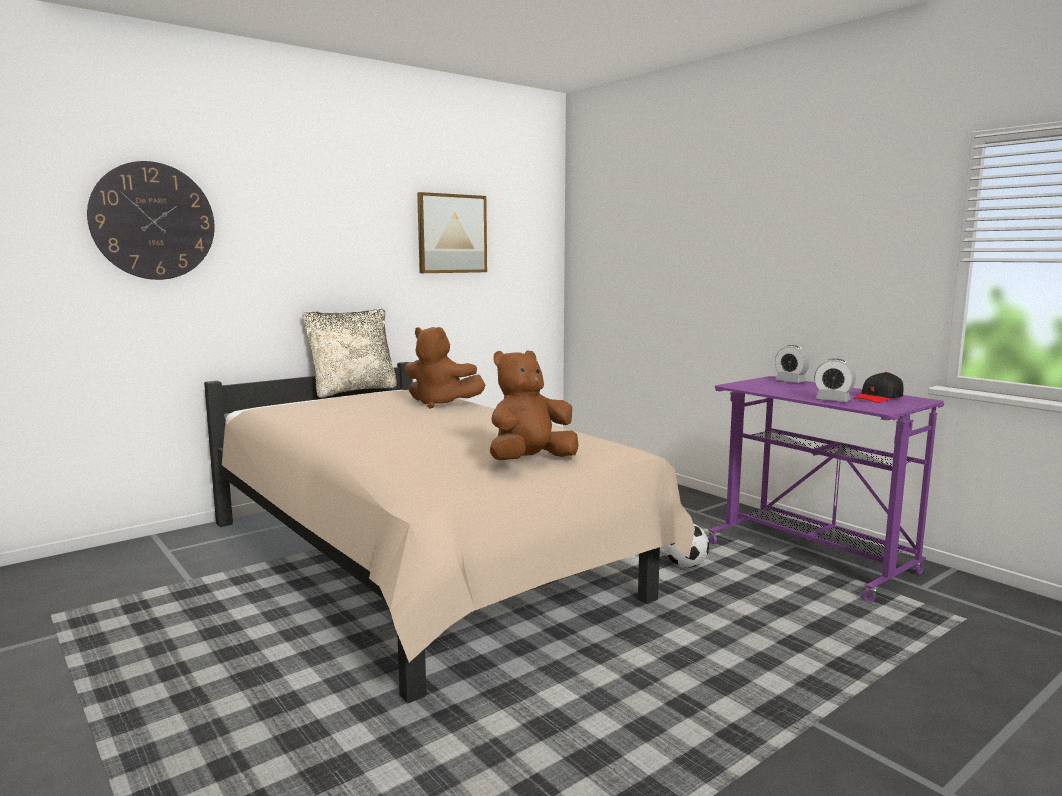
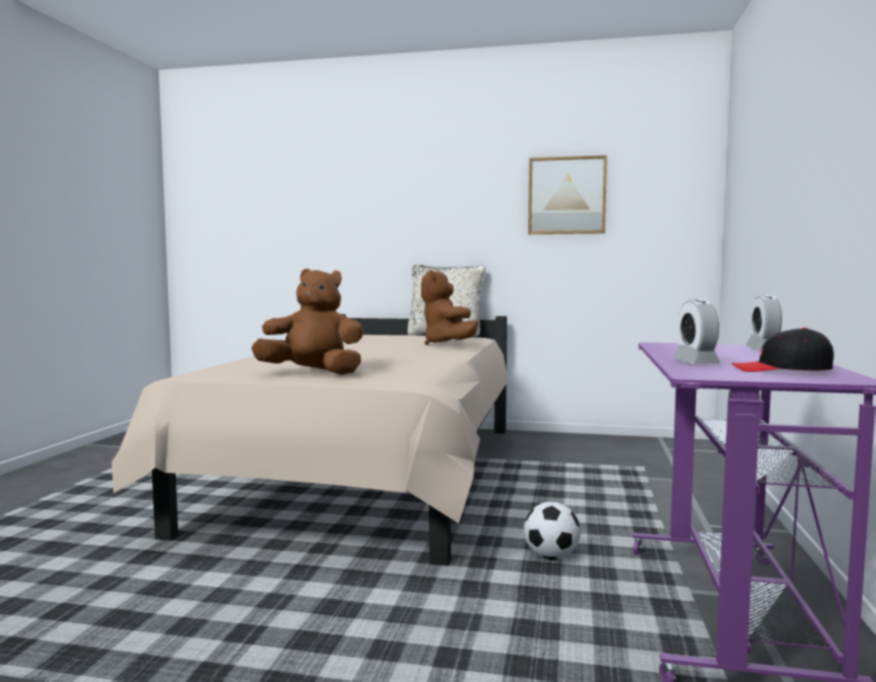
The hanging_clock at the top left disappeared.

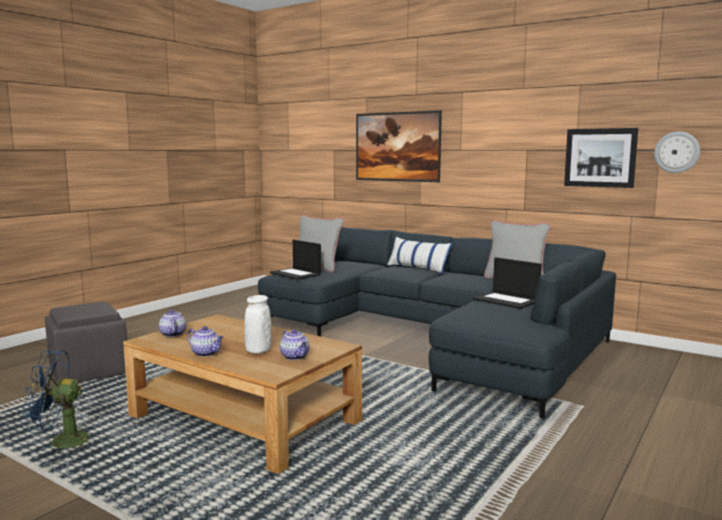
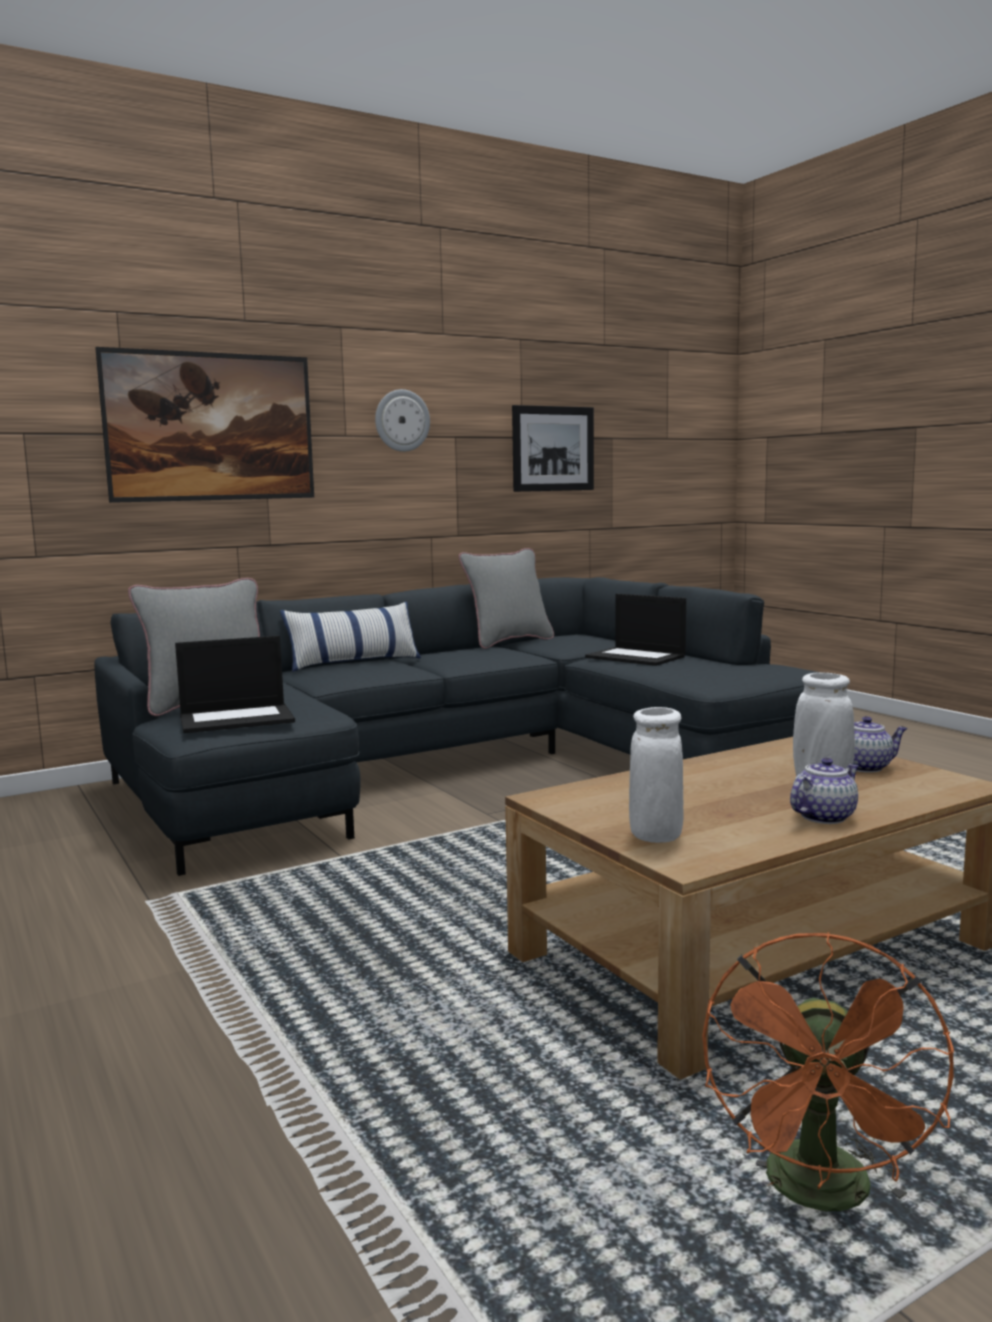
The hanging_clock moved from the top right to the top centre. The portable_computer (no. 2 from left) at the middle right turned 60 degrees clockwise. The gray_footrest at the middle left disappeared. The teapot (no. 1 from left) at the middle left was replaced by the white-coloured_vase (no. 1 from left) at the centre. The blue_electric_fan at the bottom left became the orangey_electric_fan at the bottom right.

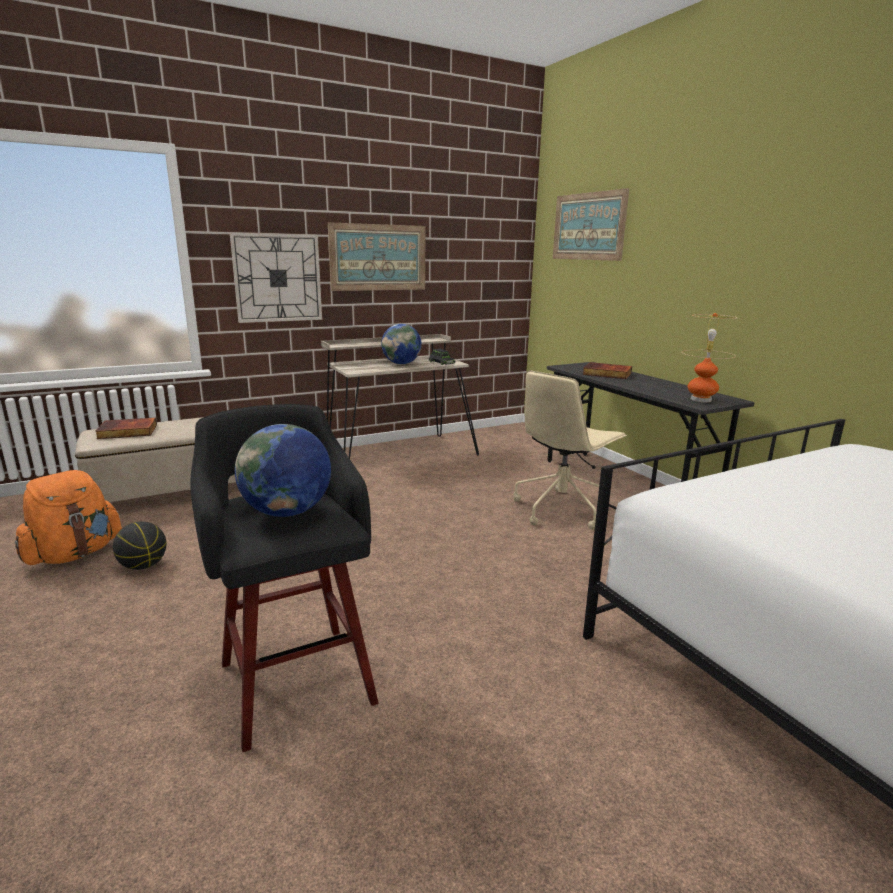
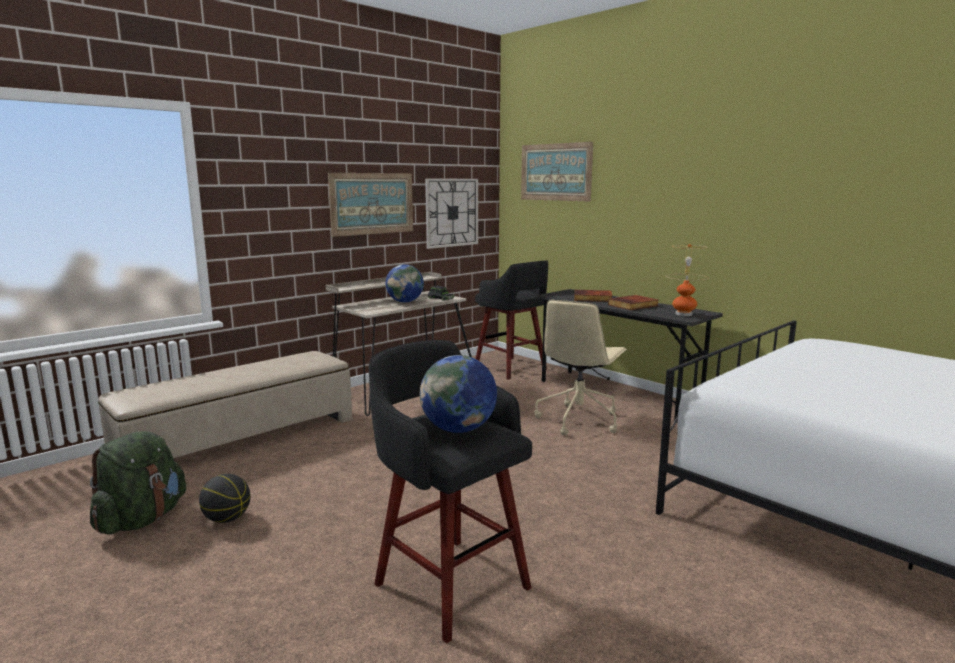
The hanging_clock moved from the top left to the top centre. The bound_book (no. 1 from left in the first image) moved from the middle left to the centre. The orangey_backpack at the middle left became the greenish_backpack at the bottom left. The black-coloured_stool (no. 2 from left) at the centre appeared.

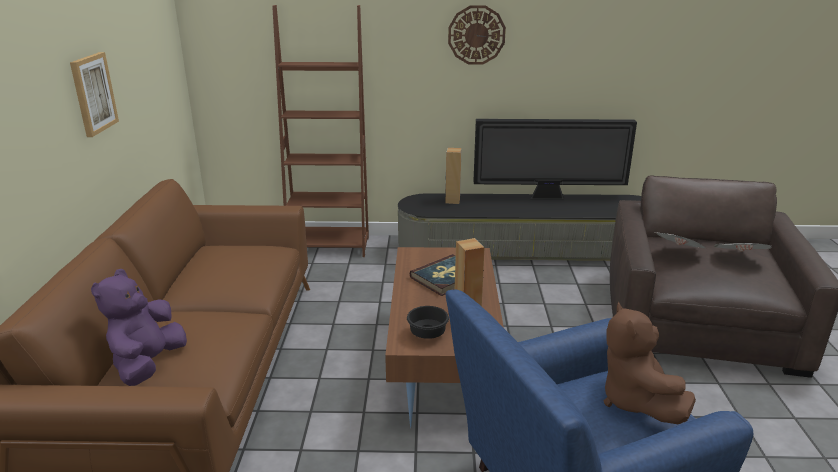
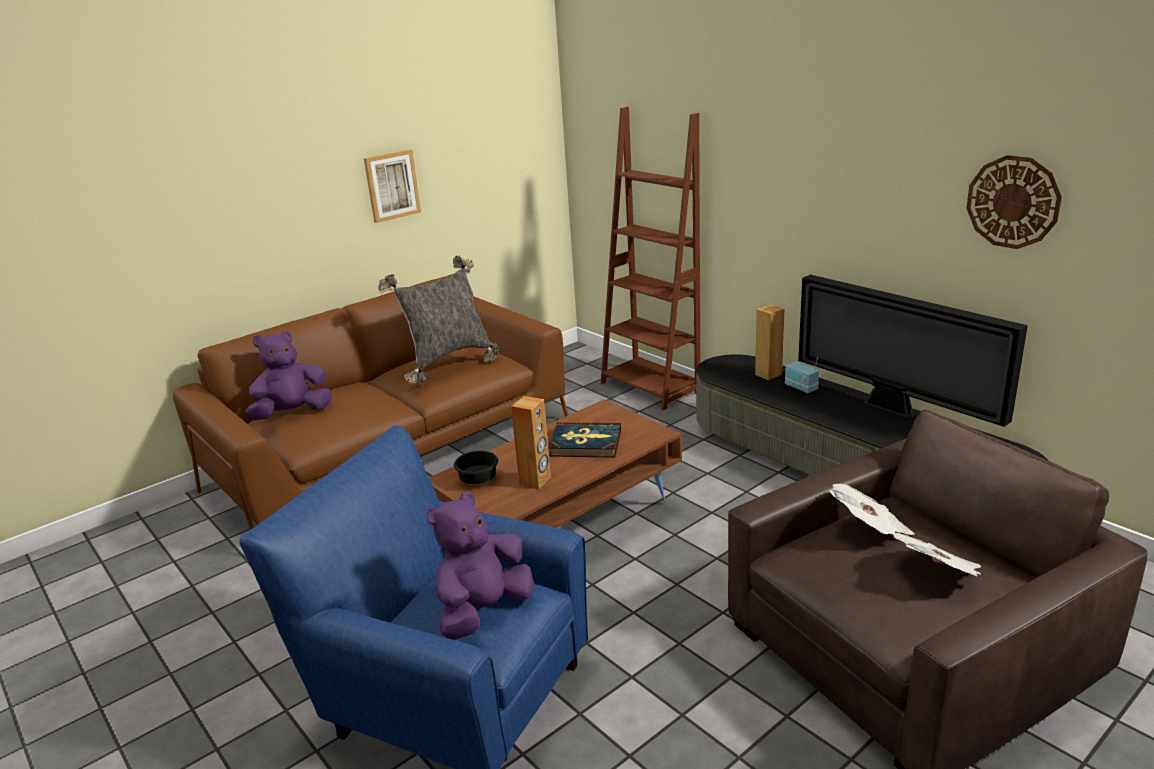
The hanging_clock moved from the top centre to the top right. The brownish_cuddly_toy at the bottom right became the purple-coloured_cuddly_toy (no. 2 from left) at the bottom centre. The pillow at the centre appeared. The radio_receiver at the middle right appeared.

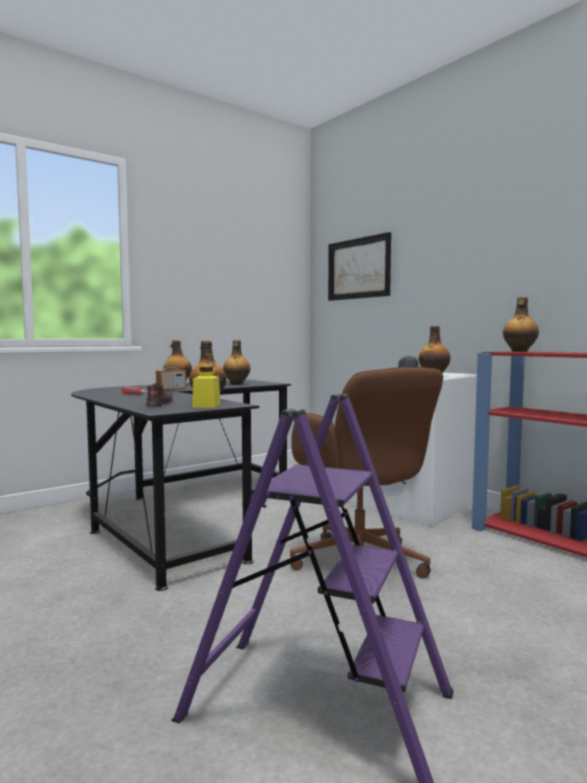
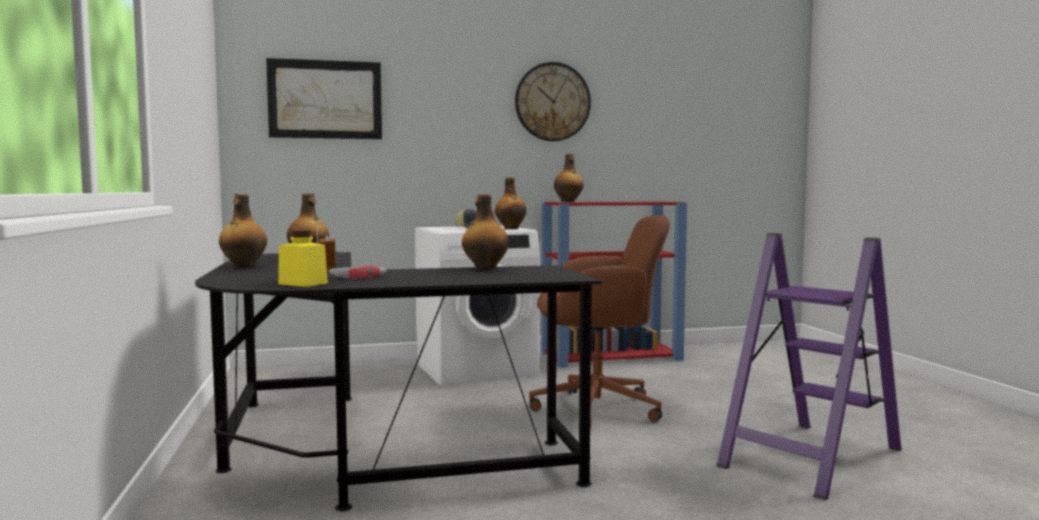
The yellow-coloured_jar moved from the centre to the middle left. The brownish_low_shoe at the middle left disappeared. The hanging_clock at the top centre appeared.

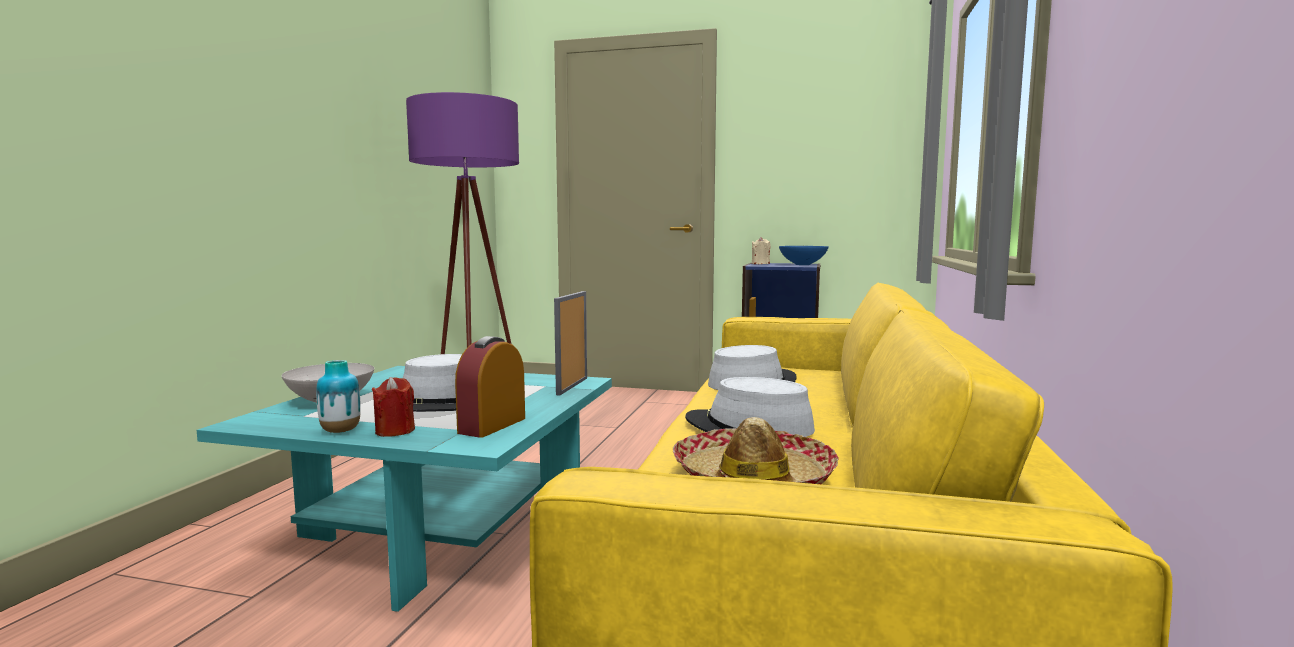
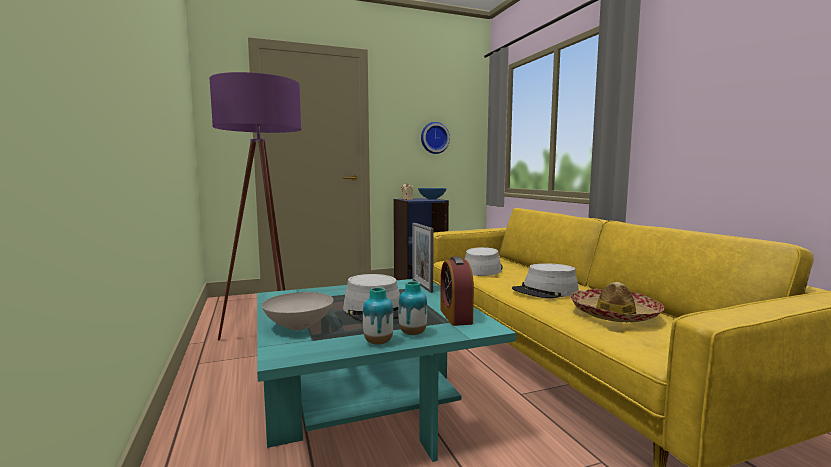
The red_wax_light at the middle left was replaced by the vase (no. 2 from left) at the centre. The hanging_clock at the top centre appeared.

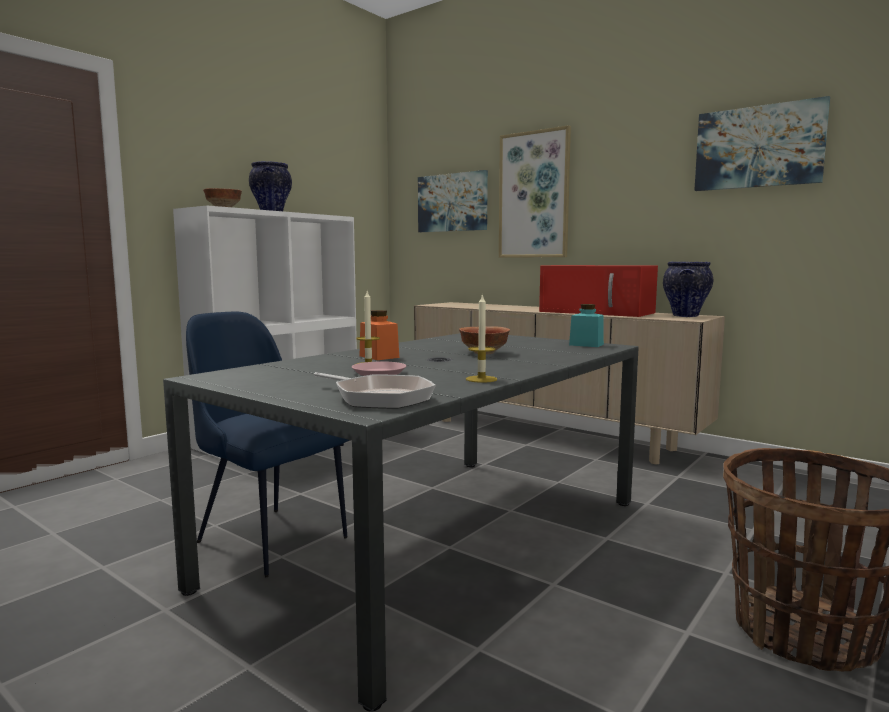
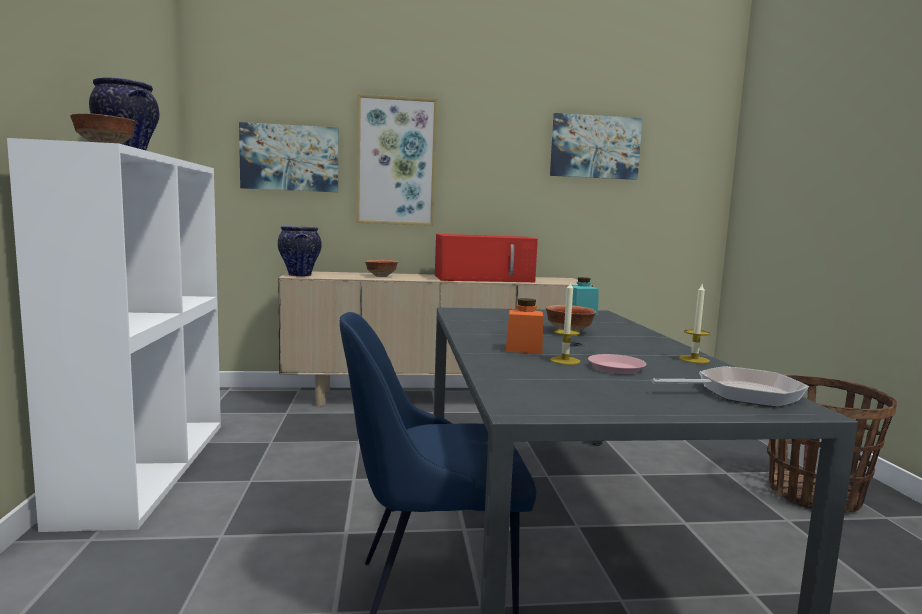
The vase (no. 2 from left) moved from the middle right to the middle left. The serving_bowl (no. 2 from left) at the centre appeared.

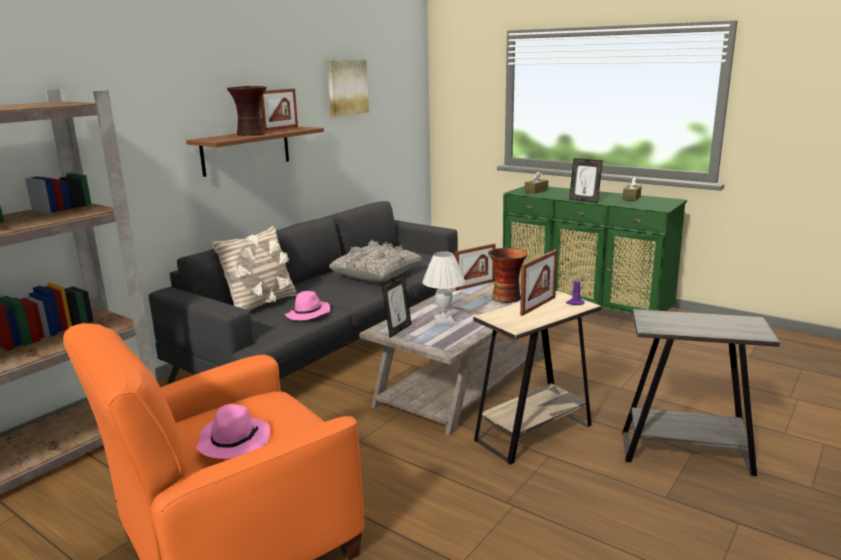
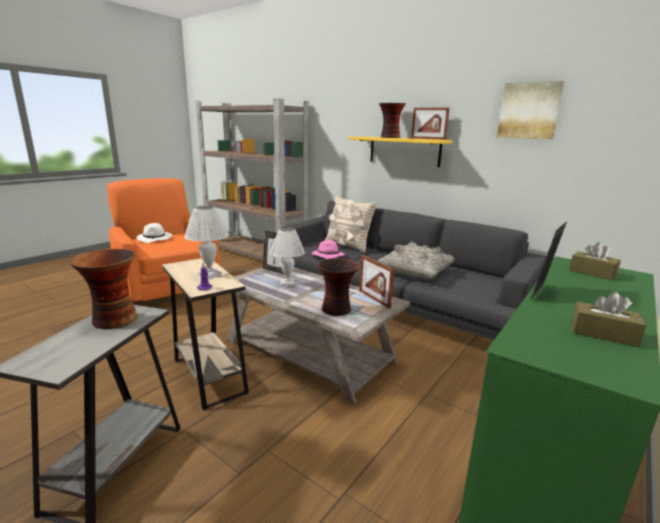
The brownish_wall_shelf at the top left became the yellow-coloured_wall_shelf at the top centre. The standing_frame (no. 4 from left) at the centre was replaced by the white-coloured_tabletop_lamp (no. 1 from left) at the middle left. The pink_hat (no. 1 from left) at the bottom left became the white-coloured_hat at the middle left. The vase (no. 1 from left) at the middle left appeared.

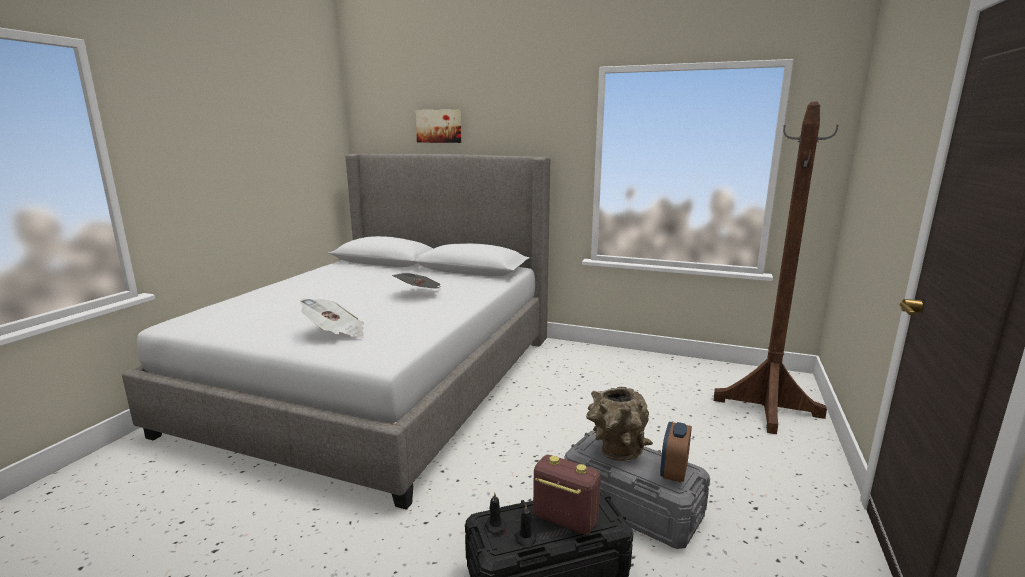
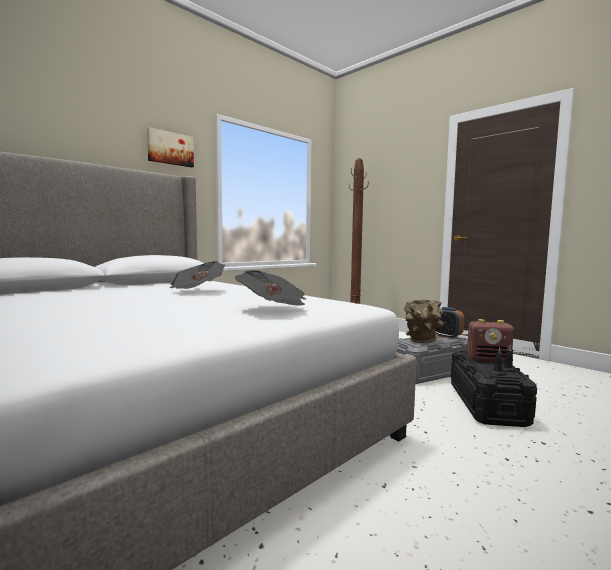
The wall_art moved from the top centre to the top left. The radio_receiver at the bottom centre turned 135 degrees counterclockwise.

